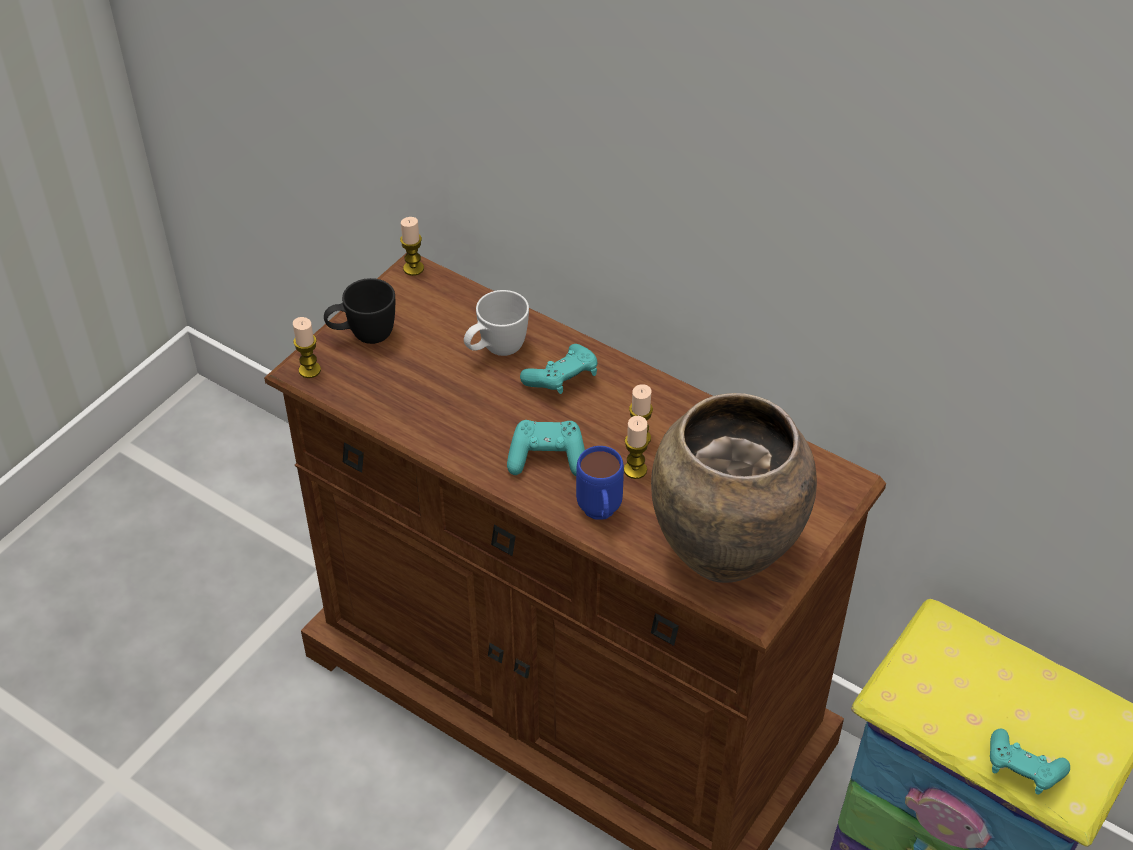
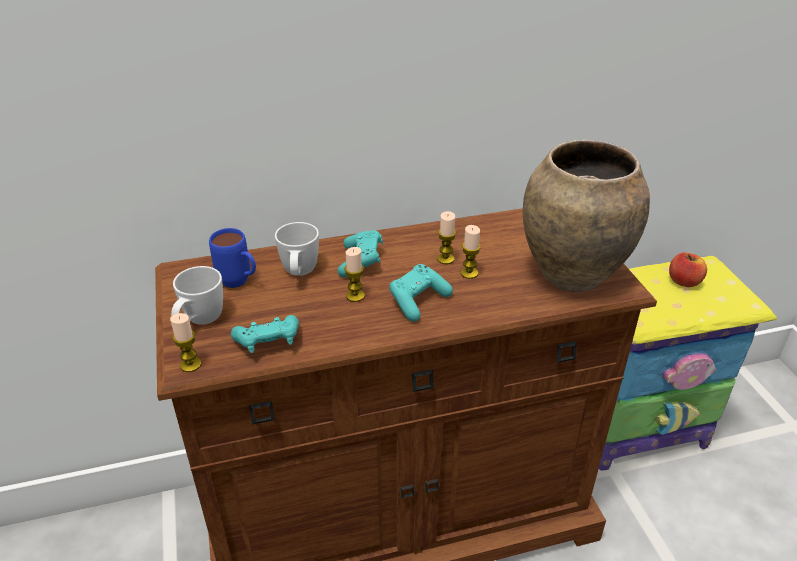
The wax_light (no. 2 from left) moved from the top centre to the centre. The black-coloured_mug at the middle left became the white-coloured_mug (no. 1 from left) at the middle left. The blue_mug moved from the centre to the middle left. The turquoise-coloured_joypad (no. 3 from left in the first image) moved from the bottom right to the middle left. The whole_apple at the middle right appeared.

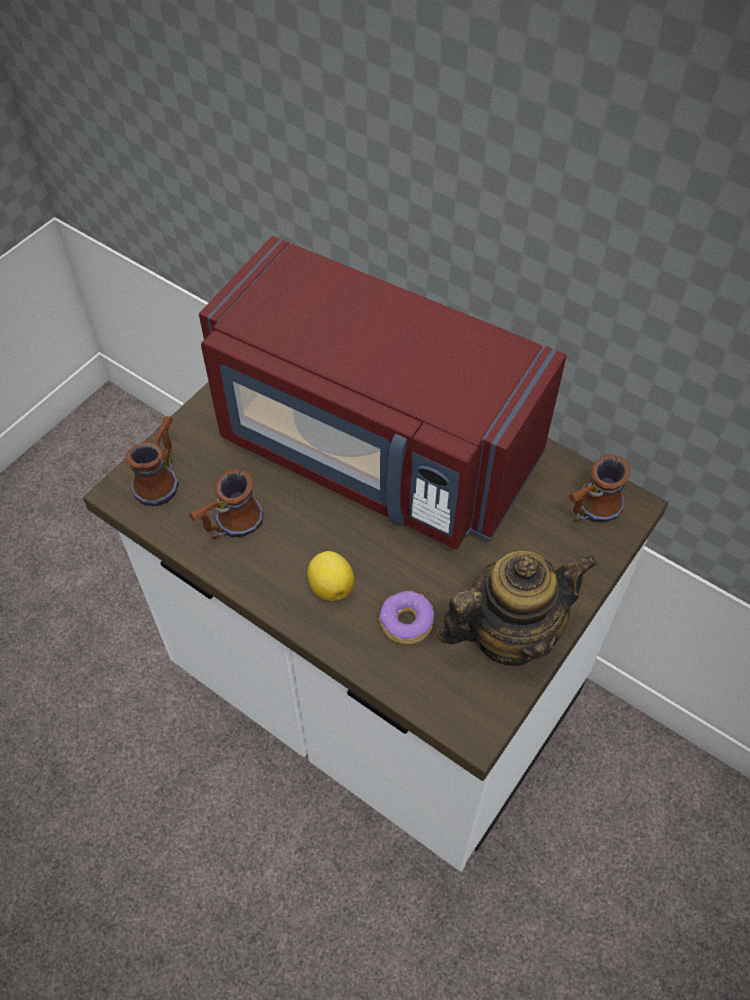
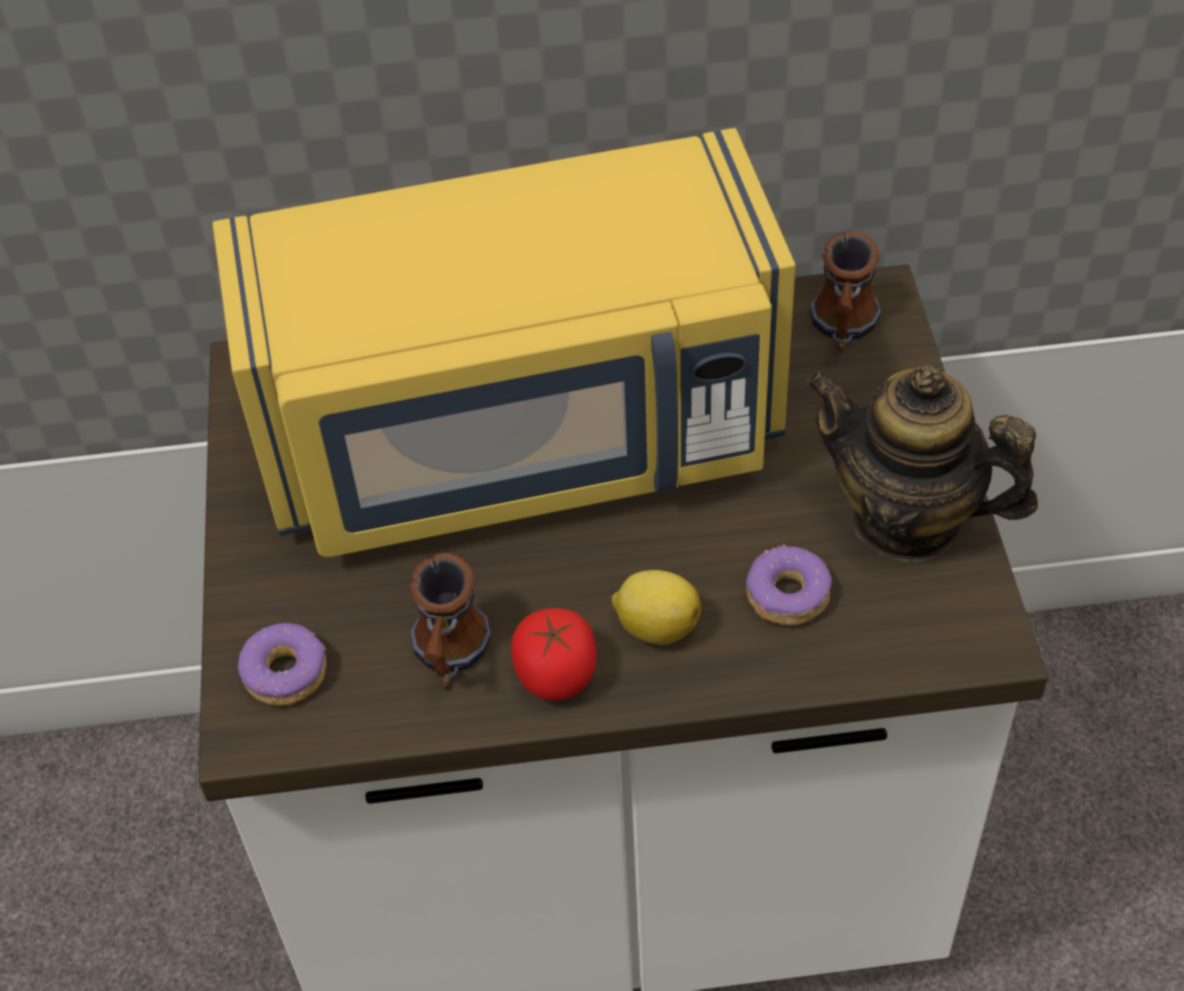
The red_kitchen_microwave at the centre became the yellow-coloured_kitchen_microwave at the centre. The mug (no. 1 from left) at the middle left was replaced by the doughnut (no. 1 from left) at the bottom left. The teapot at the middle right turned 90 degrees counterclockwise. The whole_tomato at the centre appeared.

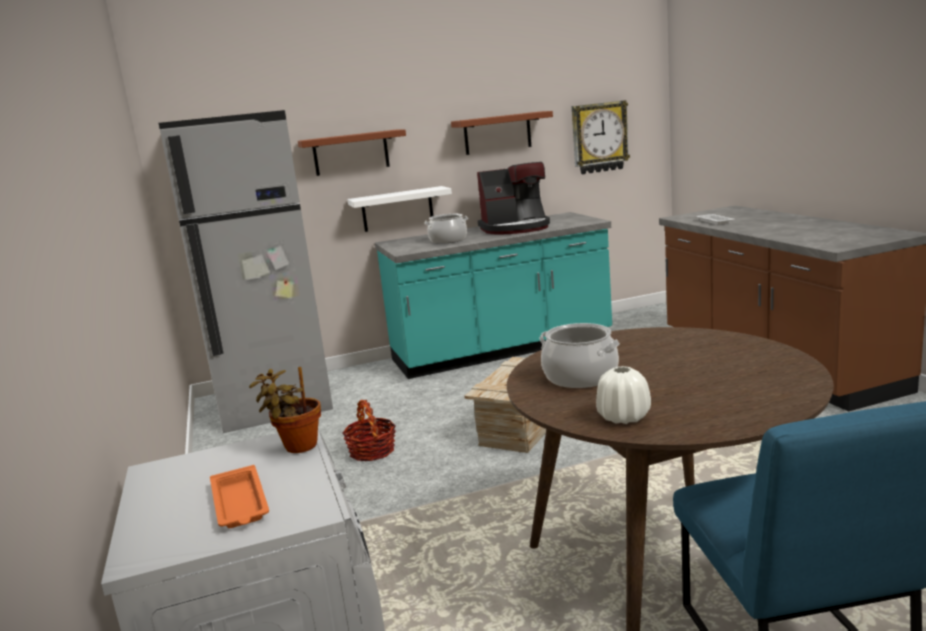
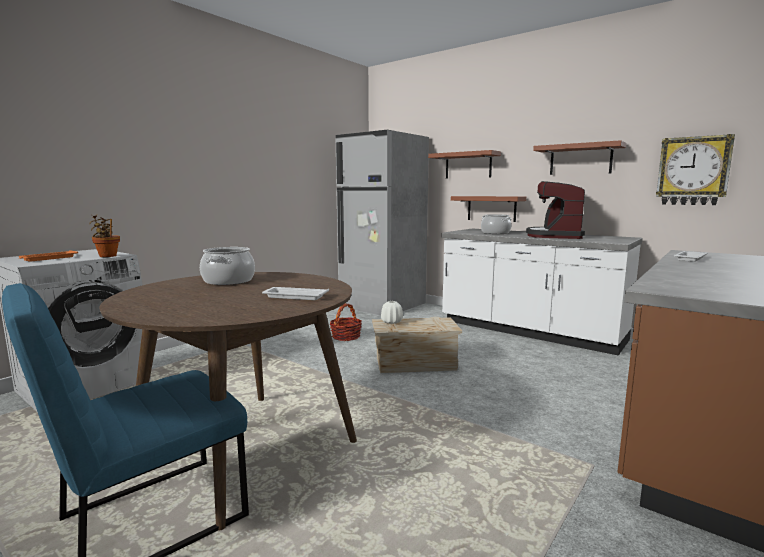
The coffee_machine at the top centre turned 60 degrees clockwise. The white-coloured_wall_shelf at the top centre became the brownish_wall_shelf (no. 2 from left) at the centre. The turquoise-coloured_kitchen_counter at the centre became the white-coloured_kitchen_counter at the middle right. The white-coloured_vase moved from the middle right to the centre. The white-coloured_carrying_tray (no. 1 from left) at the centre appeared.

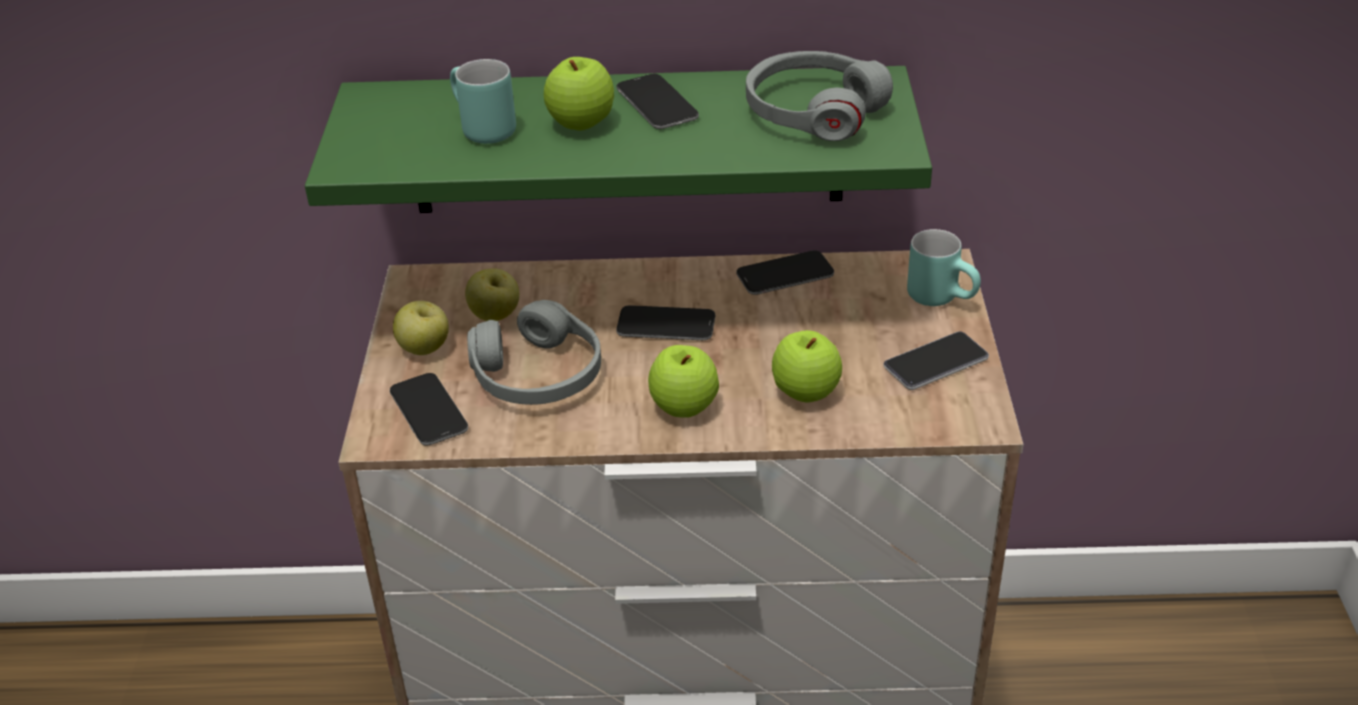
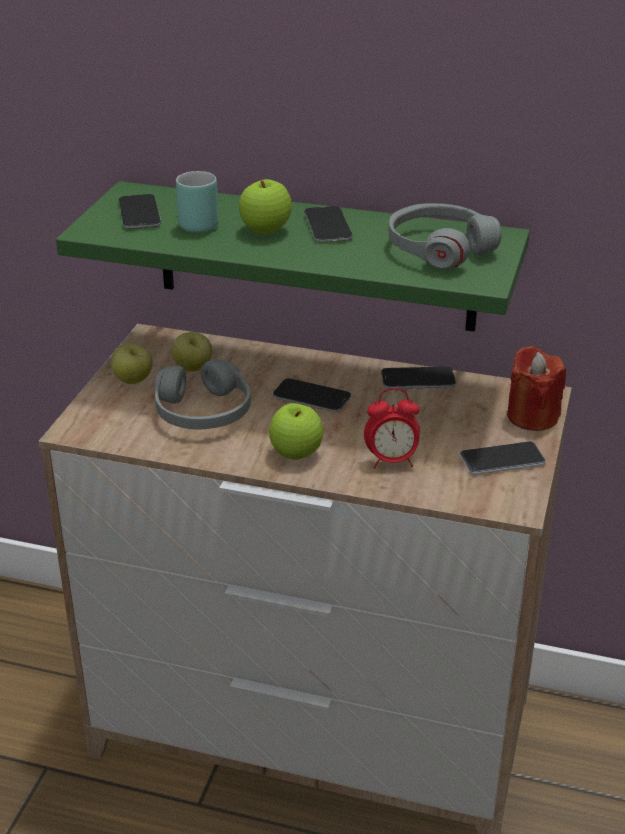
The turquoise-coloured_mug (no. 2 from left) at the middle right was replaced by the red_wax_light at the middle right. The whole_apple (no. 5 from left) at the centre was replaced by the table_clock at the centre. The phone (no. 1 from left) moved from the middle left to the top left.

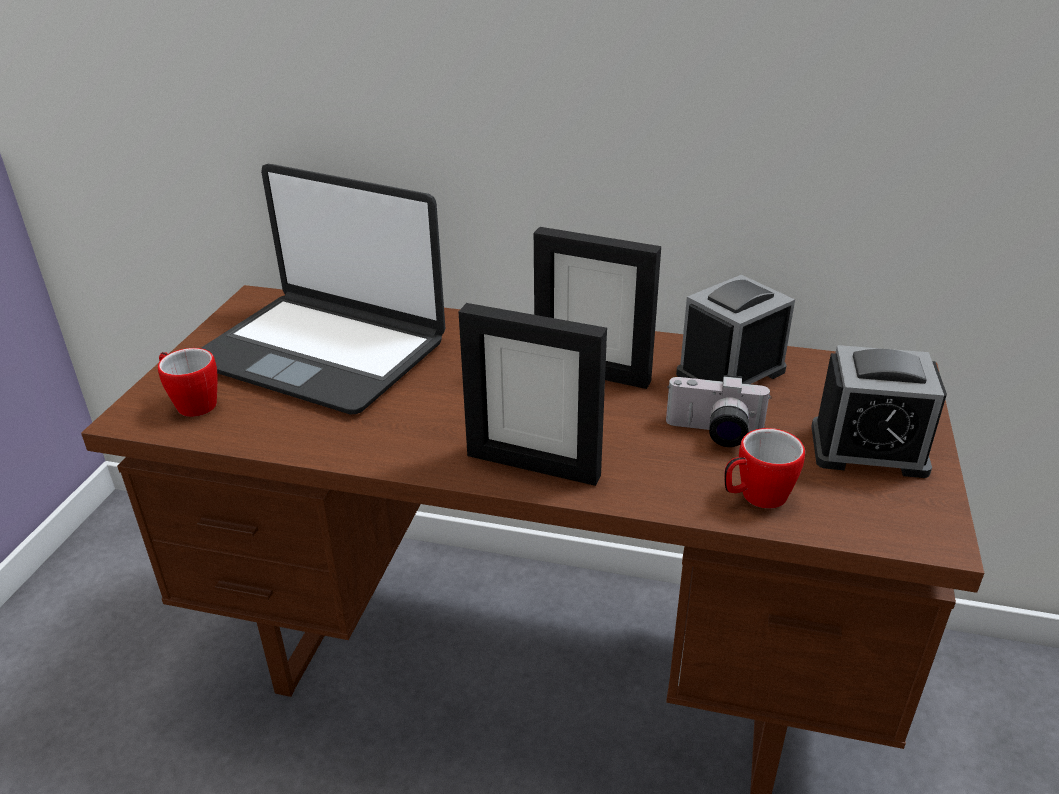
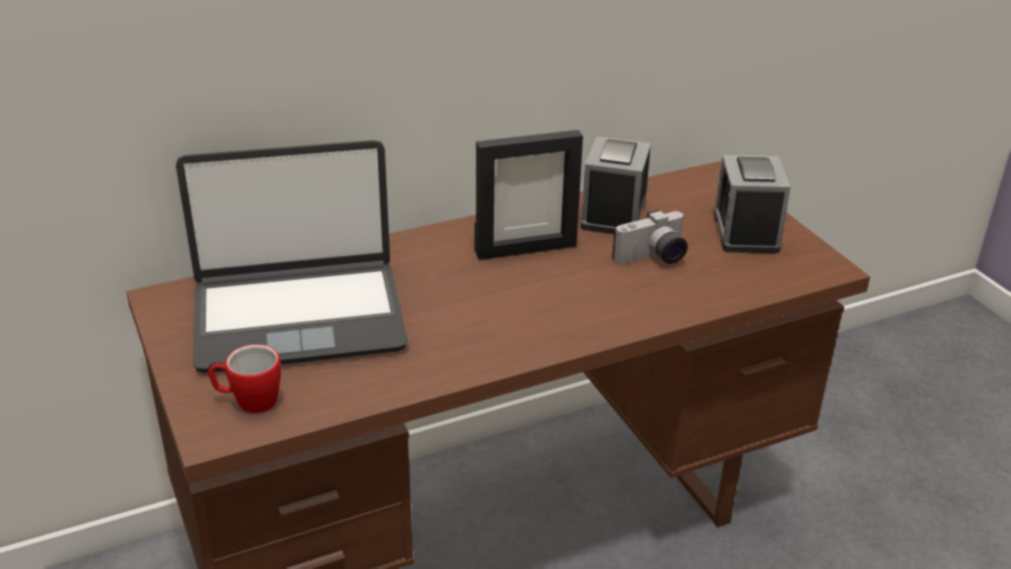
The standing_frame (no. 1 from left) at the centre disappeared. The table_clock (no. 2 from left) at the middle right turned 120 degrees clockwise. The mug (no. 2 from left) at the middle right disappeared.

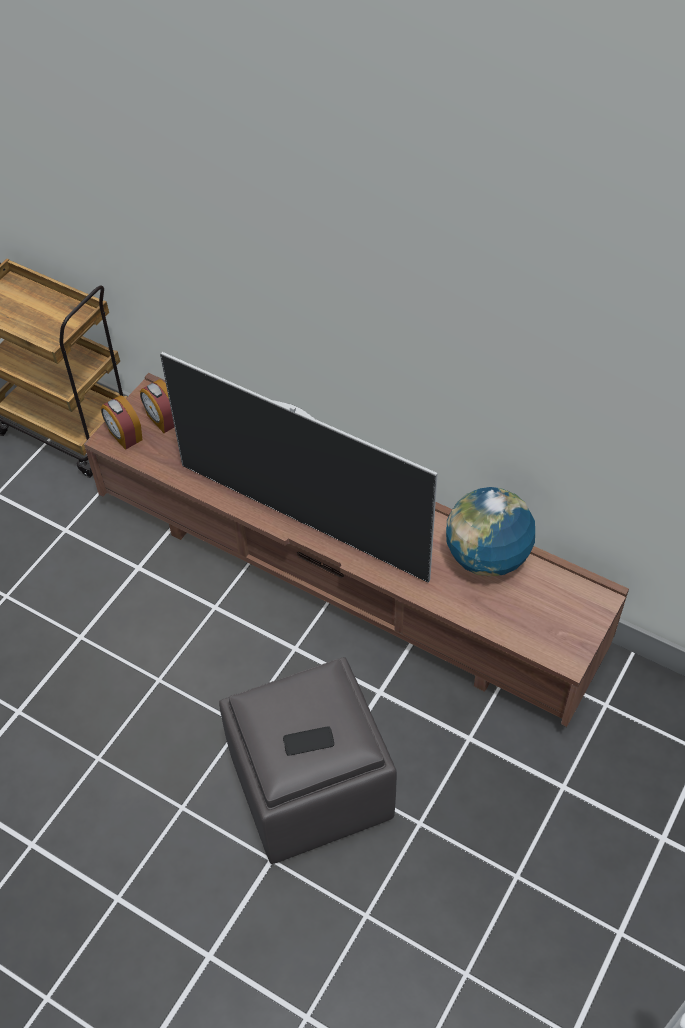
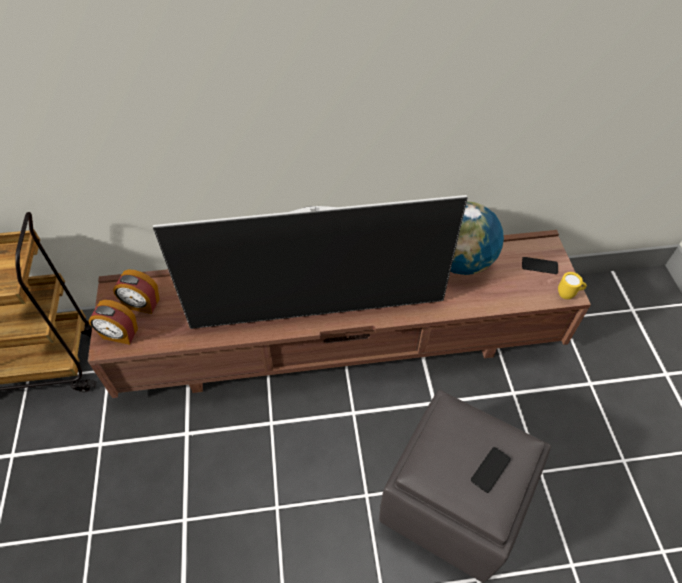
The phone (no. 2 from left) at the middle right appeared. The yellow-coloured_mug at the middle right appeared.

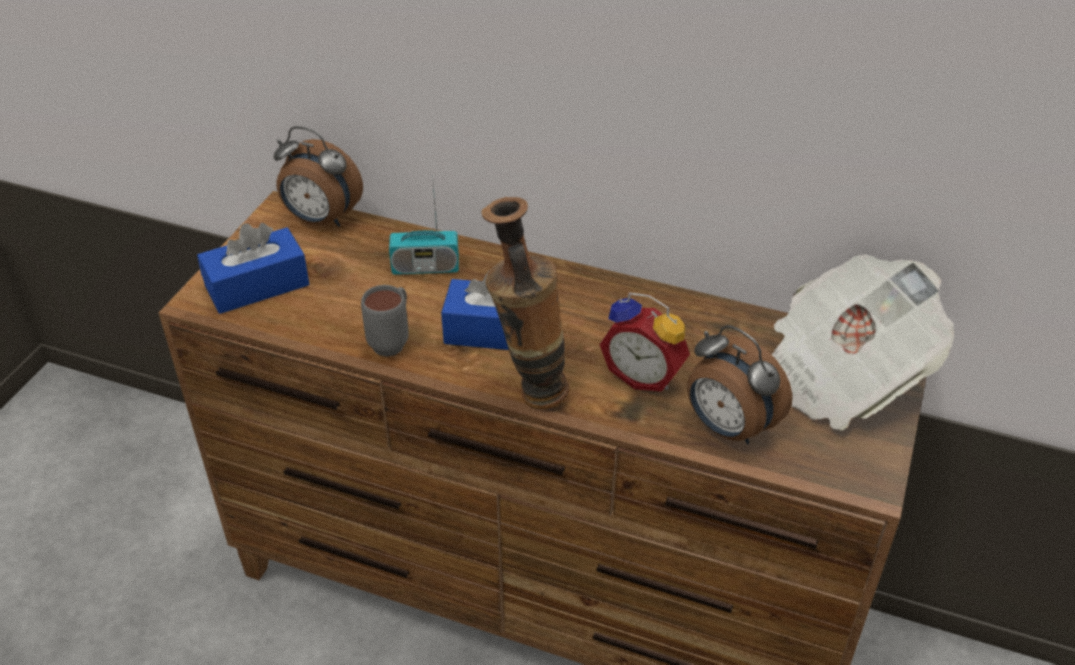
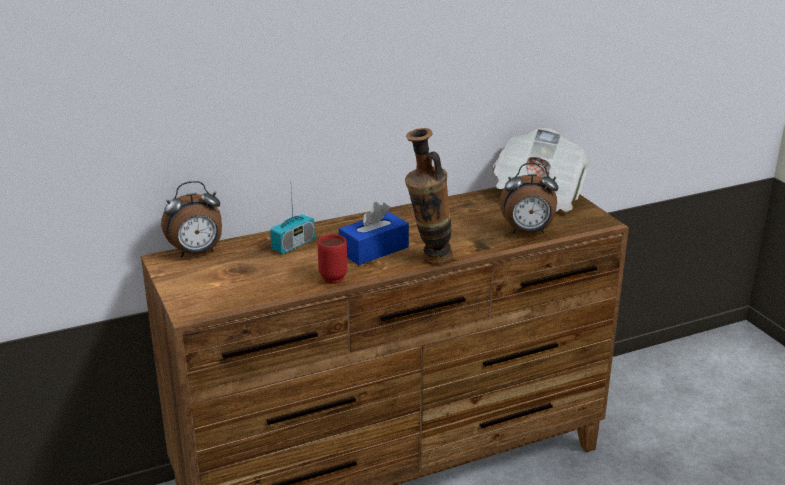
The blue_tissue_holder (no. 1 from left) at the middle left disappeared. The gray_mug at the centre became the red_mug at the centre. The table_clock (no. 2 from left) at the centre disappeared.

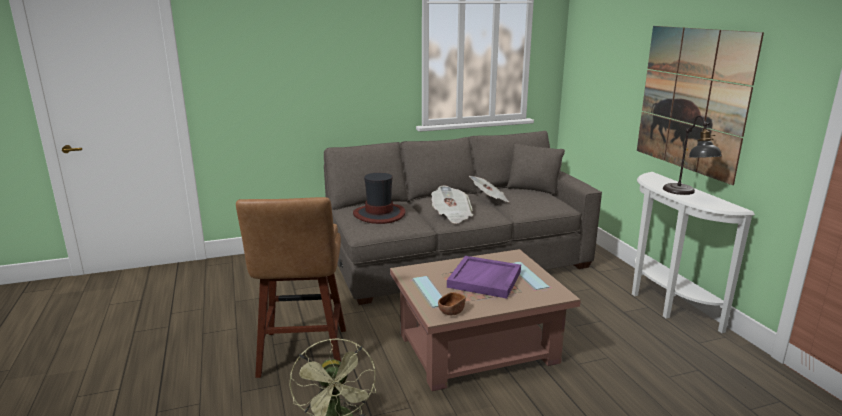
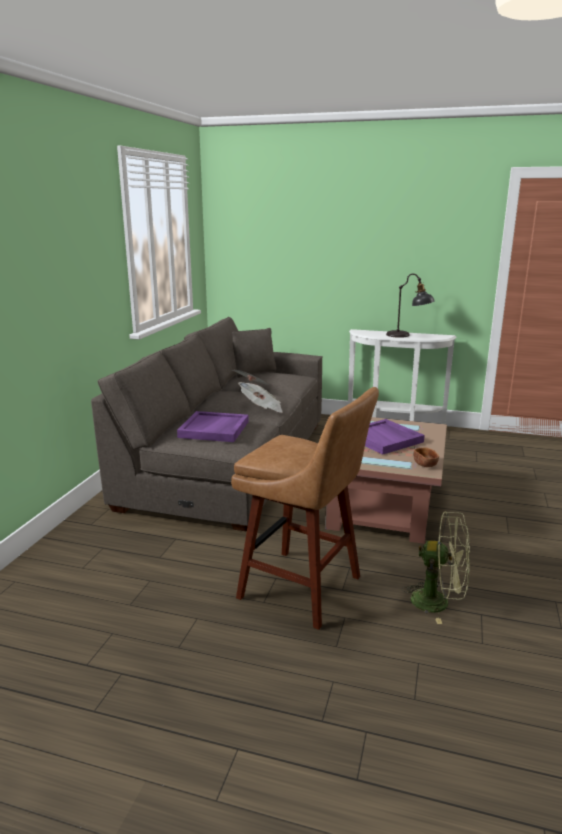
The wall_art at the top right disappeared. The hat at the centre was replaced by the purple-coloured_carrying_tray (no. 1 from left) at the centre.

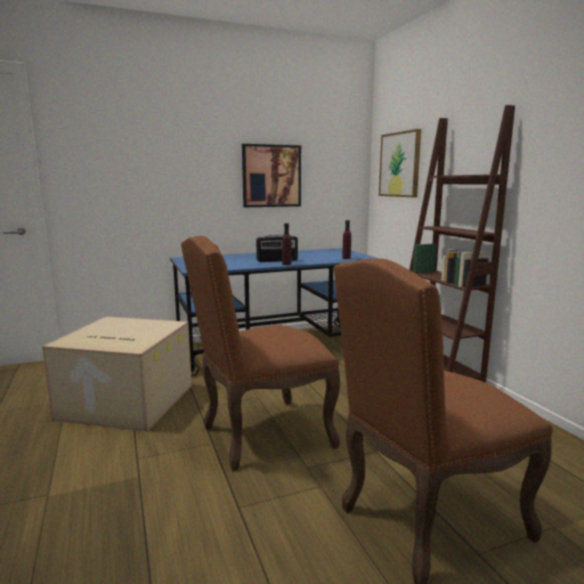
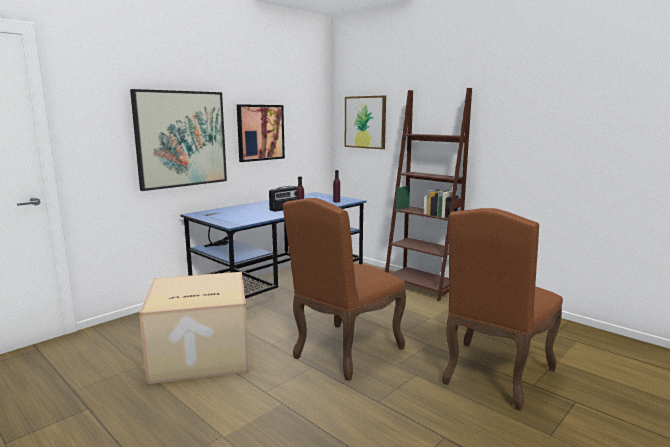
The wall_art (no. 1 from left) at the top left appeared.

